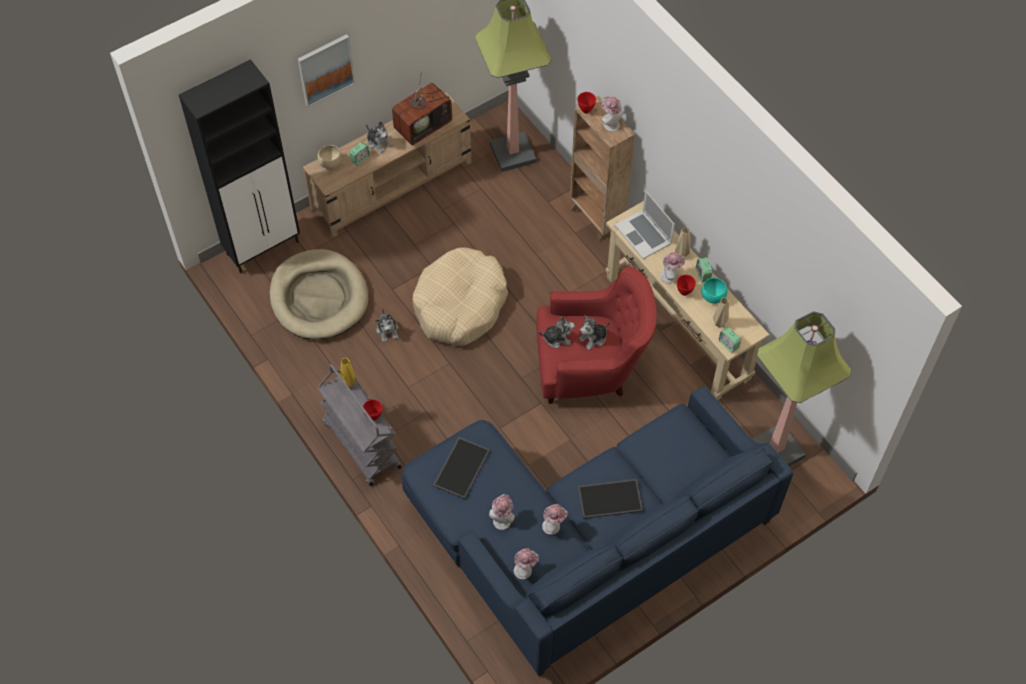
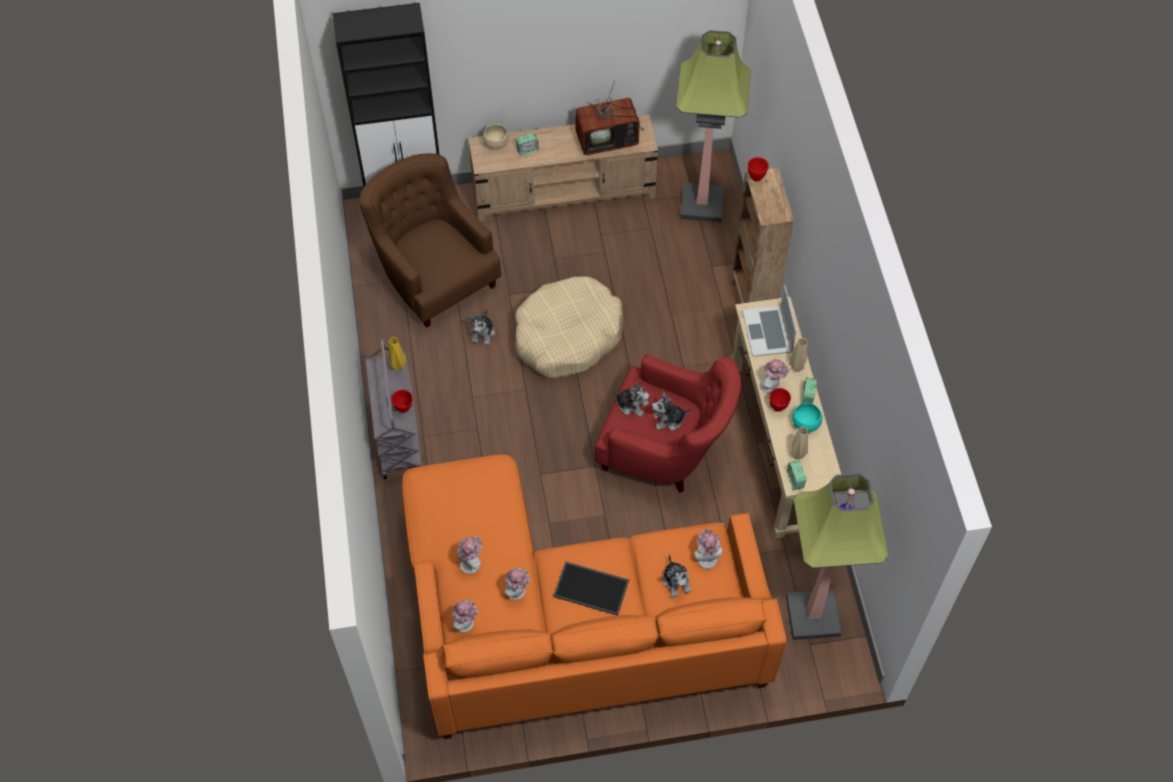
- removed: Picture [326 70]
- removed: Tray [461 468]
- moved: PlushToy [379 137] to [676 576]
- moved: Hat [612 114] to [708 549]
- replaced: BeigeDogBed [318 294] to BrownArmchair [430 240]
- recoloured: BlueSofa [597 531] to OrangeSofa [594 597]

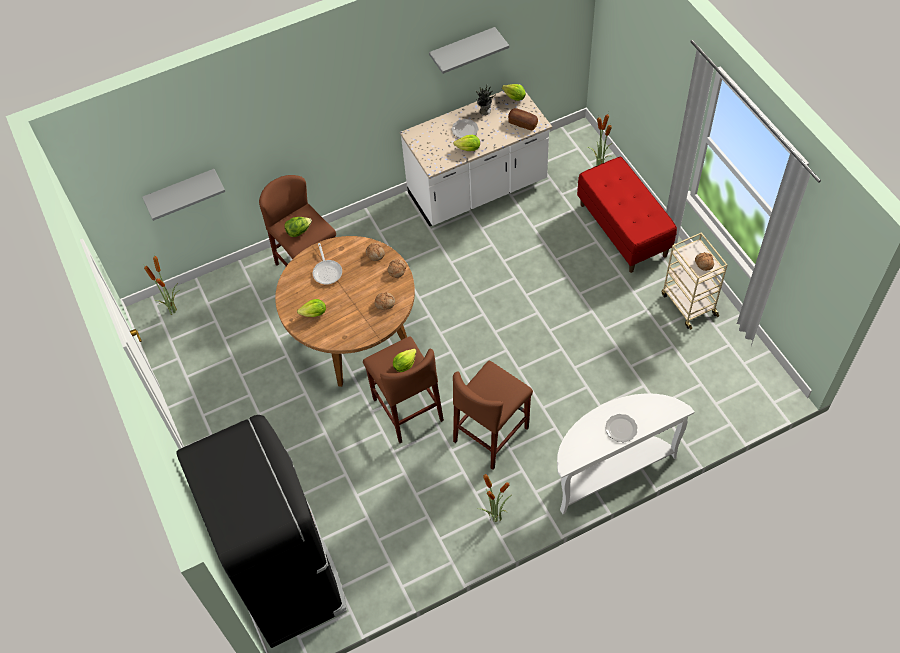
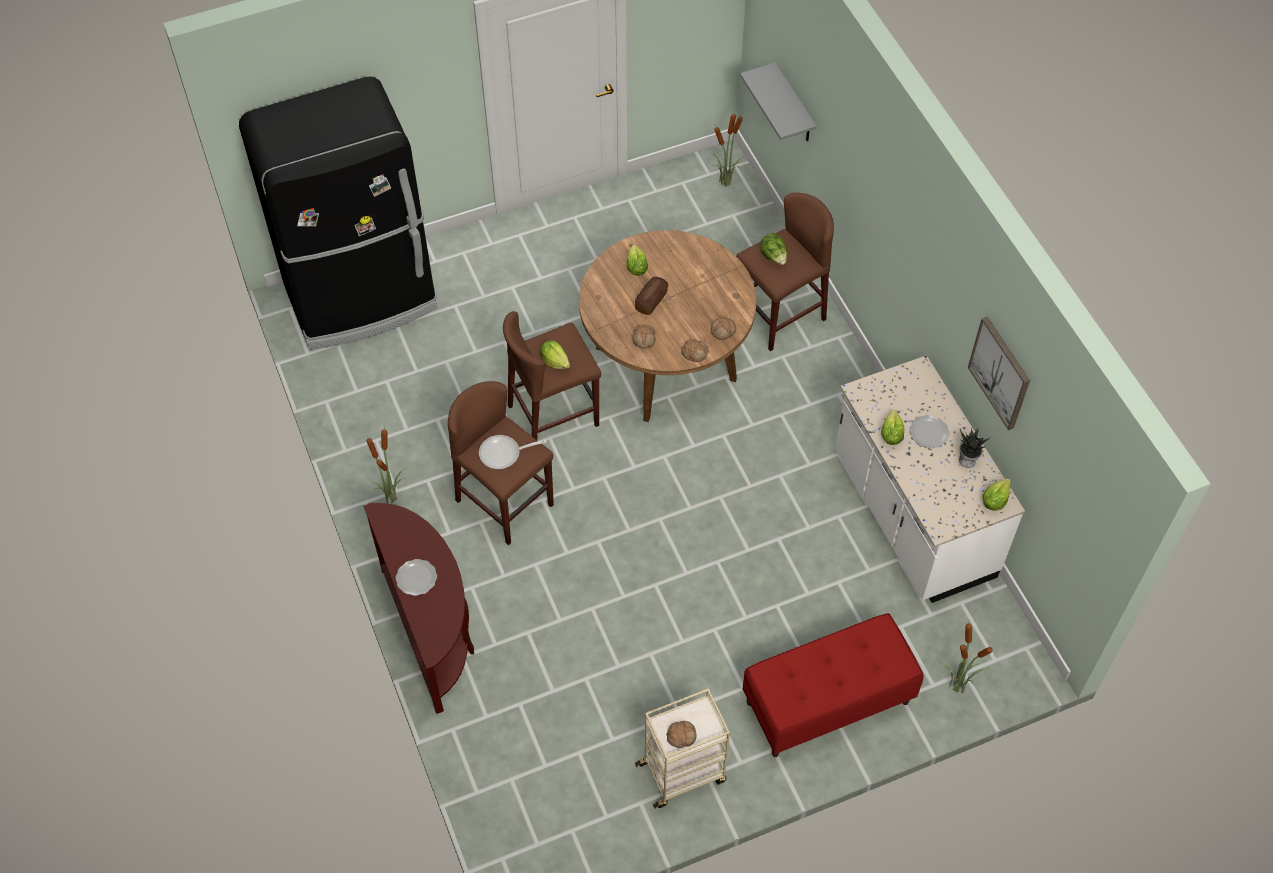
- moved: FryingPan [327 264] to [513 452]
- moved: Bread [523 119] to [651 296]
- replaced: GreyShelf [469 50] to Picture [999 373]
- recoloured: WhiteConsoleTable [626 453] to BrownConsoleTable [419 608]

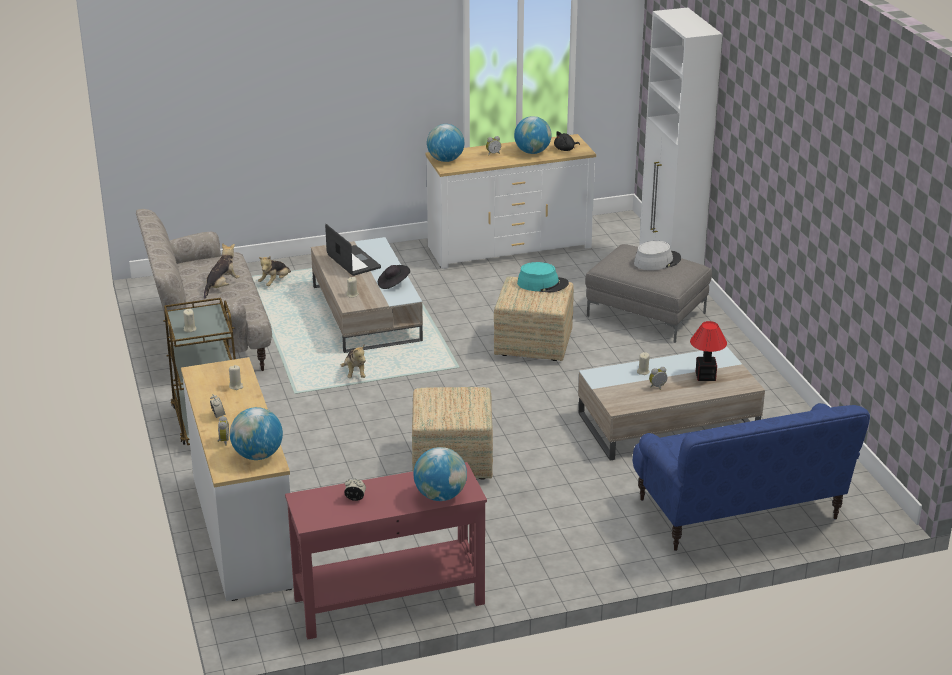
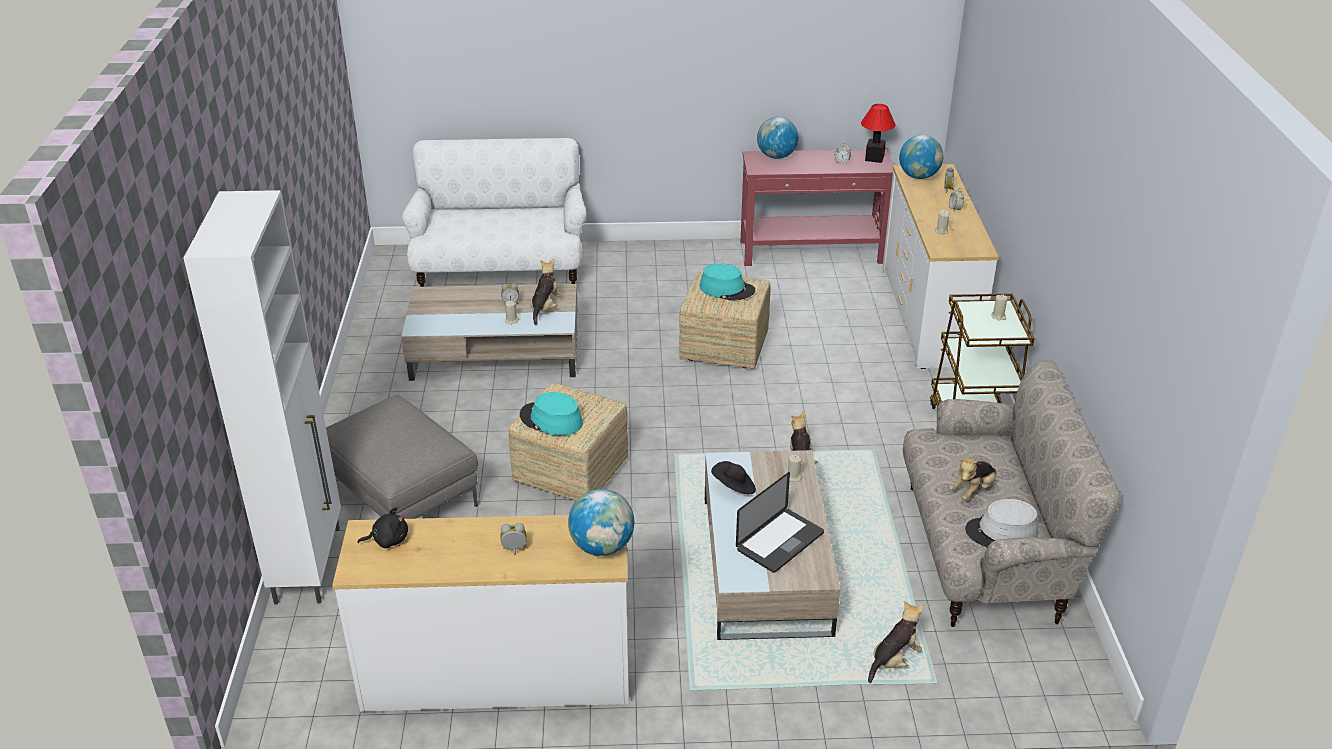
- removed: Globe [532 135]
- added: PlushToy [546 292]
- added: TurquoiseHat [727 282]
- moved: GreyHat [657 255] to [1001 523]
- moved: TableLamp [708 351] to [878 133]
- recoloured: BlueSofa [751 477] to WhiteSofa [494 212]
- turned: Laptop [353 250] = [780 522] 120 degrees counterclockwise

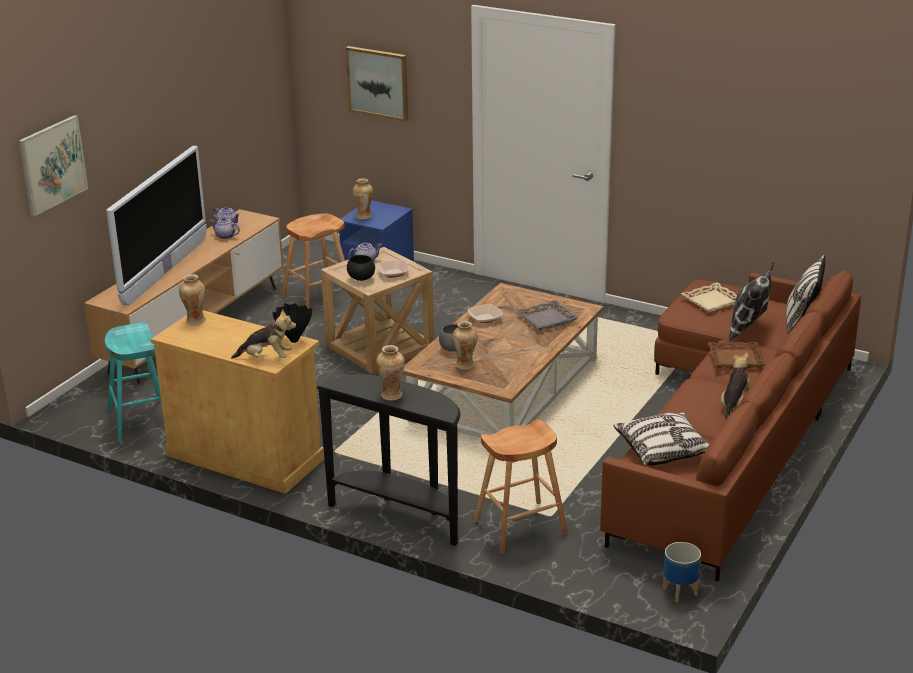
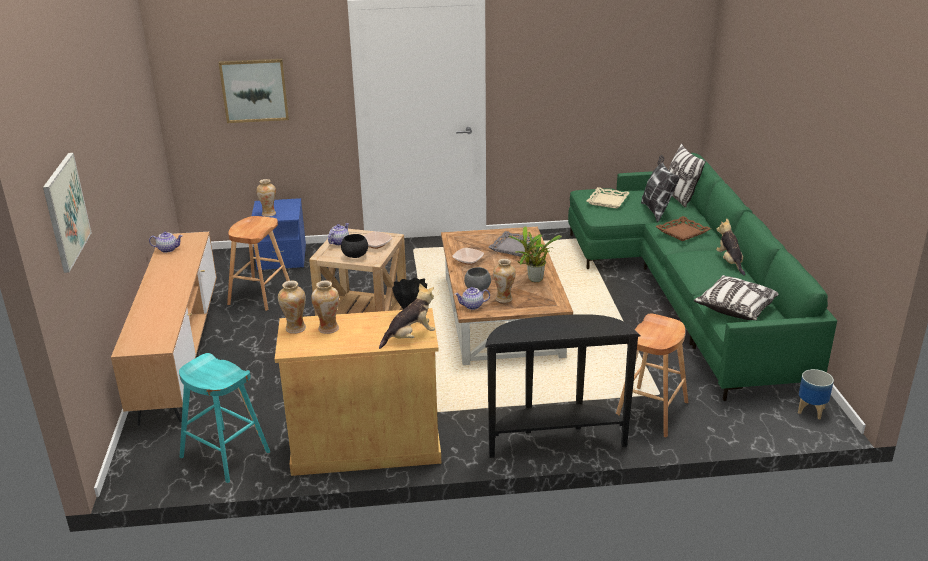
- removed: Television [156 225]
- added: PottedPlant [535 254]
- moved: Teapot [225 228] to [472 298]
- moved: Vase [390 372] to [325 307]
- recoloured: BrownSofa [730 425] to GreenSofa [702 277]

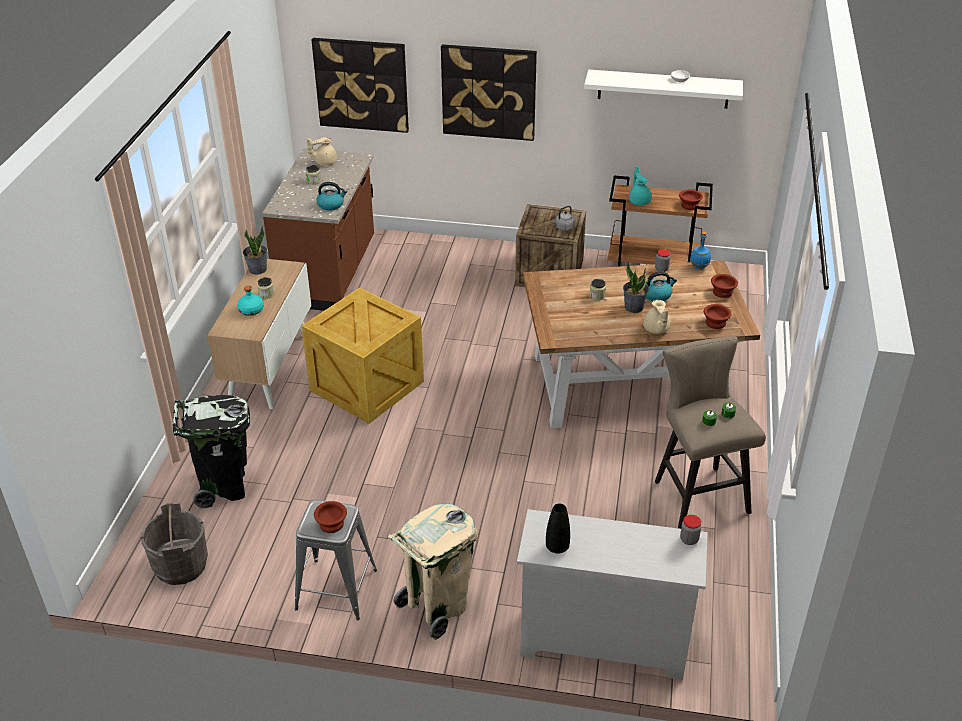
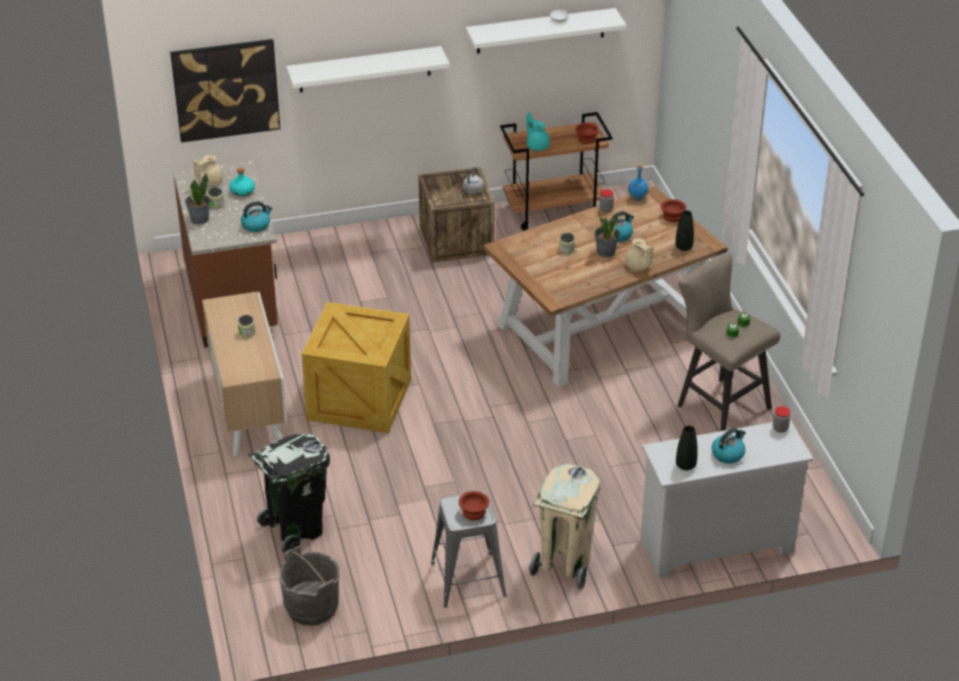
- added: Kettle [729 446]
- moved: TurquoiseBottle [250 301] to [242 182]
- moved: PottedPlant [255 250] to [197 198]
- replaced: Picture [489 92] to WhiteShelf [368 69]
- replaced: BrownBowl [718 316] to BlackVase [684 231]

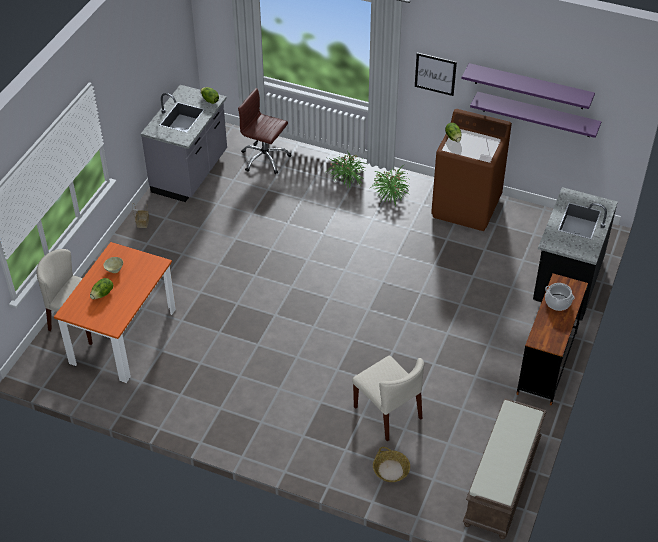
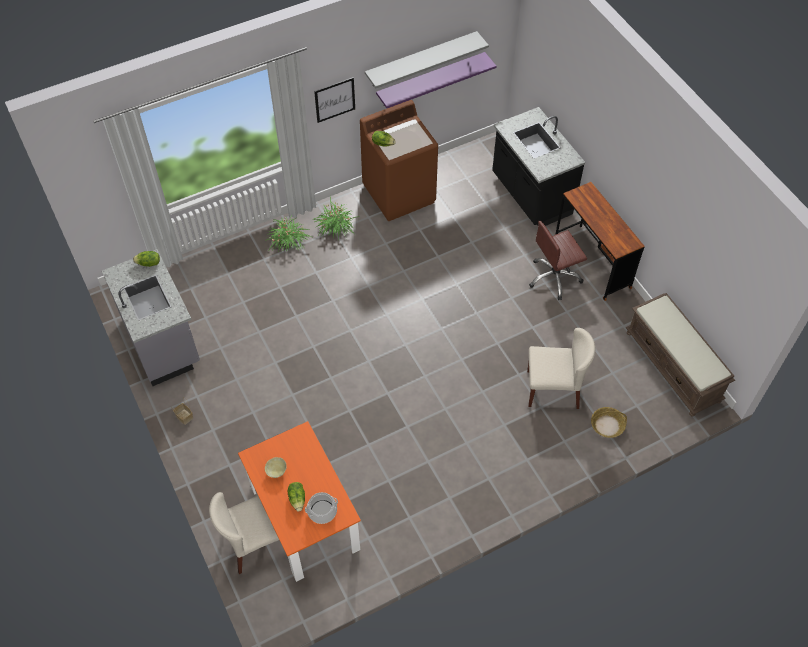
- moved: BrownOfficeChair [265 131] to [558 260]
- moved: CookingPot [560 297] to [321 508]
- recoloured: PurpleShelf [528 86] to GreyShelf [427 59]

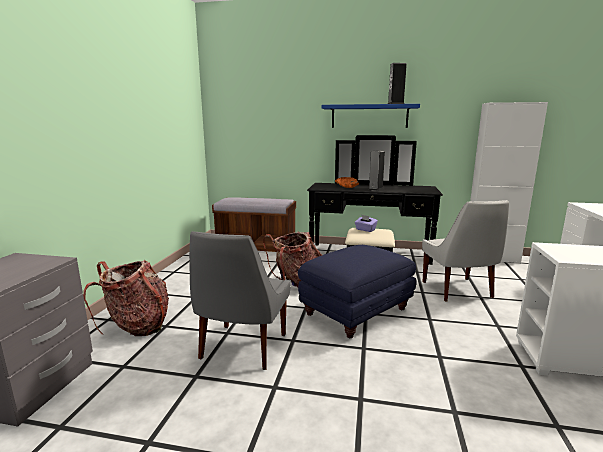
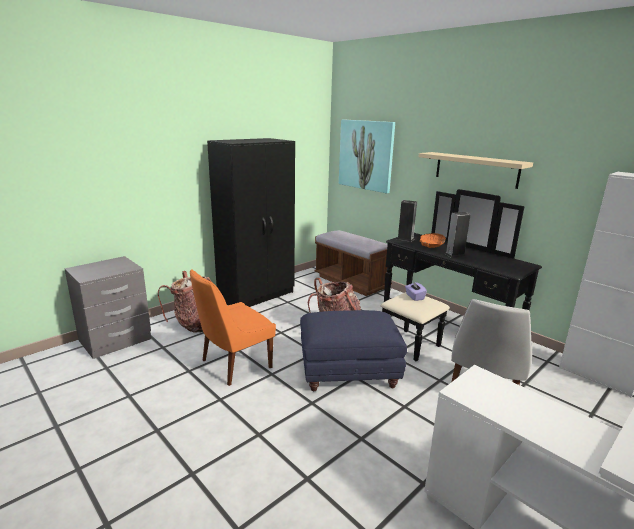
- added: BlackWardrobe [251 222]
- added: Picture [367 156]
- moved: Speaker [397 83] to [407 221]
- recoloured: GreyChair [240 300] to OrangeChair [233 327]
- recoloured: BlueShelf [371 116] to BeigeShelf [475 170]

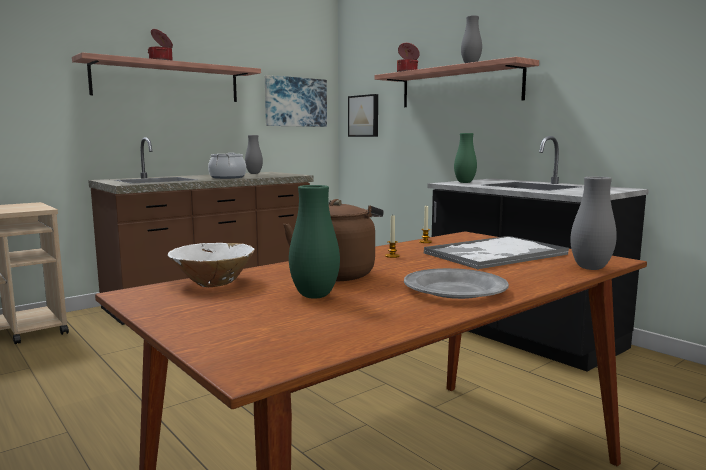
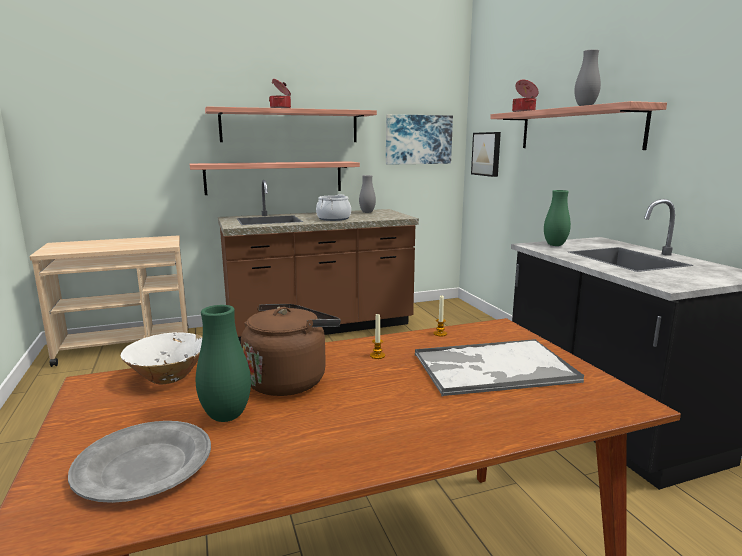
- removed: GreyVase [593 223]
- added: Shelf [275 178]
- moved: GreyPlate [456 283] to [139 462]

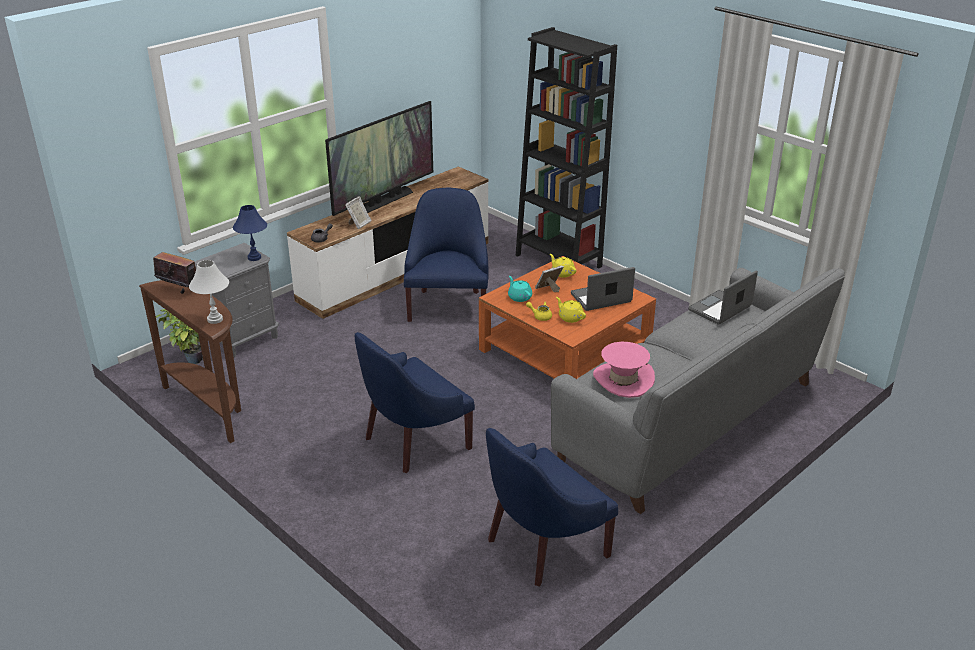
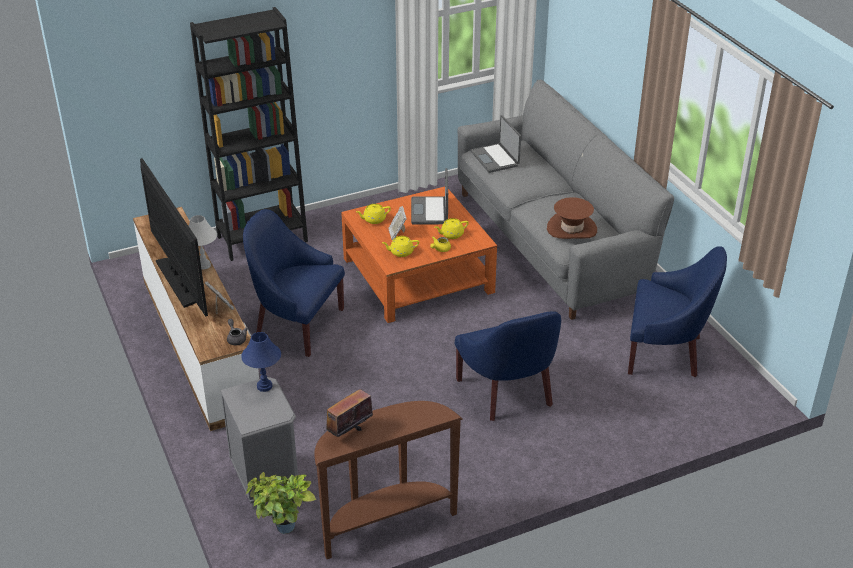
- moved: WhiteTableLamp [209 292] to [203 242]
- recoloured: TurquoiseTeapot [520 289] to YellowTeapot [400 246]
- recoloured: PinkHat [624 370] to BrownHat [572 218]
- turned: BlueArmchair [552 507] = [677 311] 60 degrees counterclockwise

